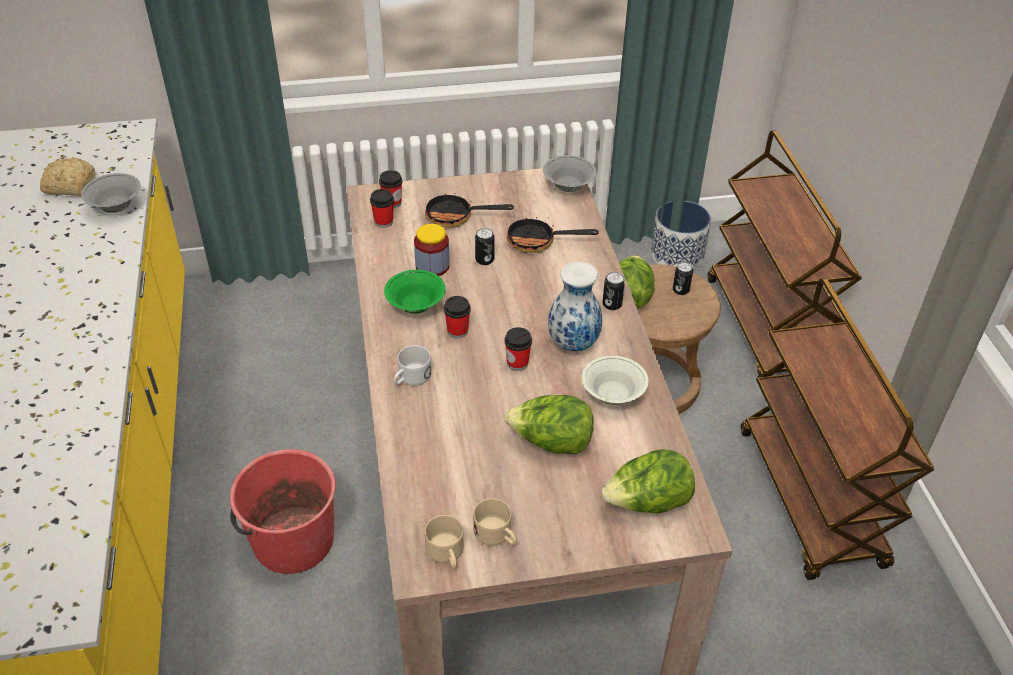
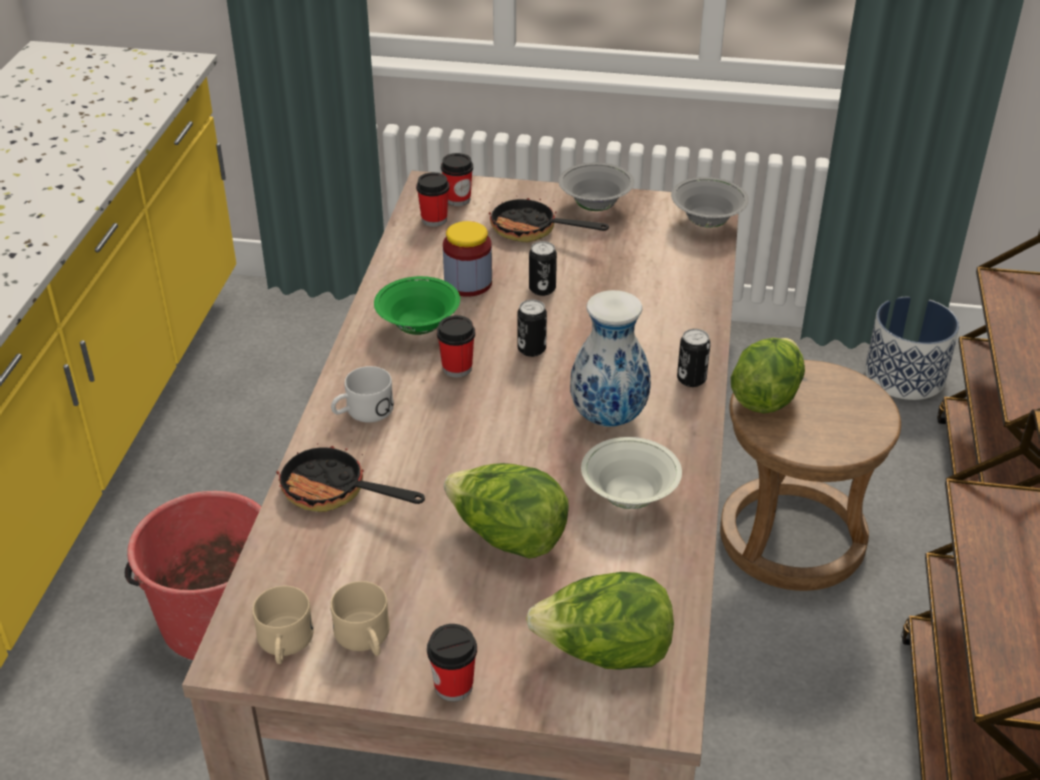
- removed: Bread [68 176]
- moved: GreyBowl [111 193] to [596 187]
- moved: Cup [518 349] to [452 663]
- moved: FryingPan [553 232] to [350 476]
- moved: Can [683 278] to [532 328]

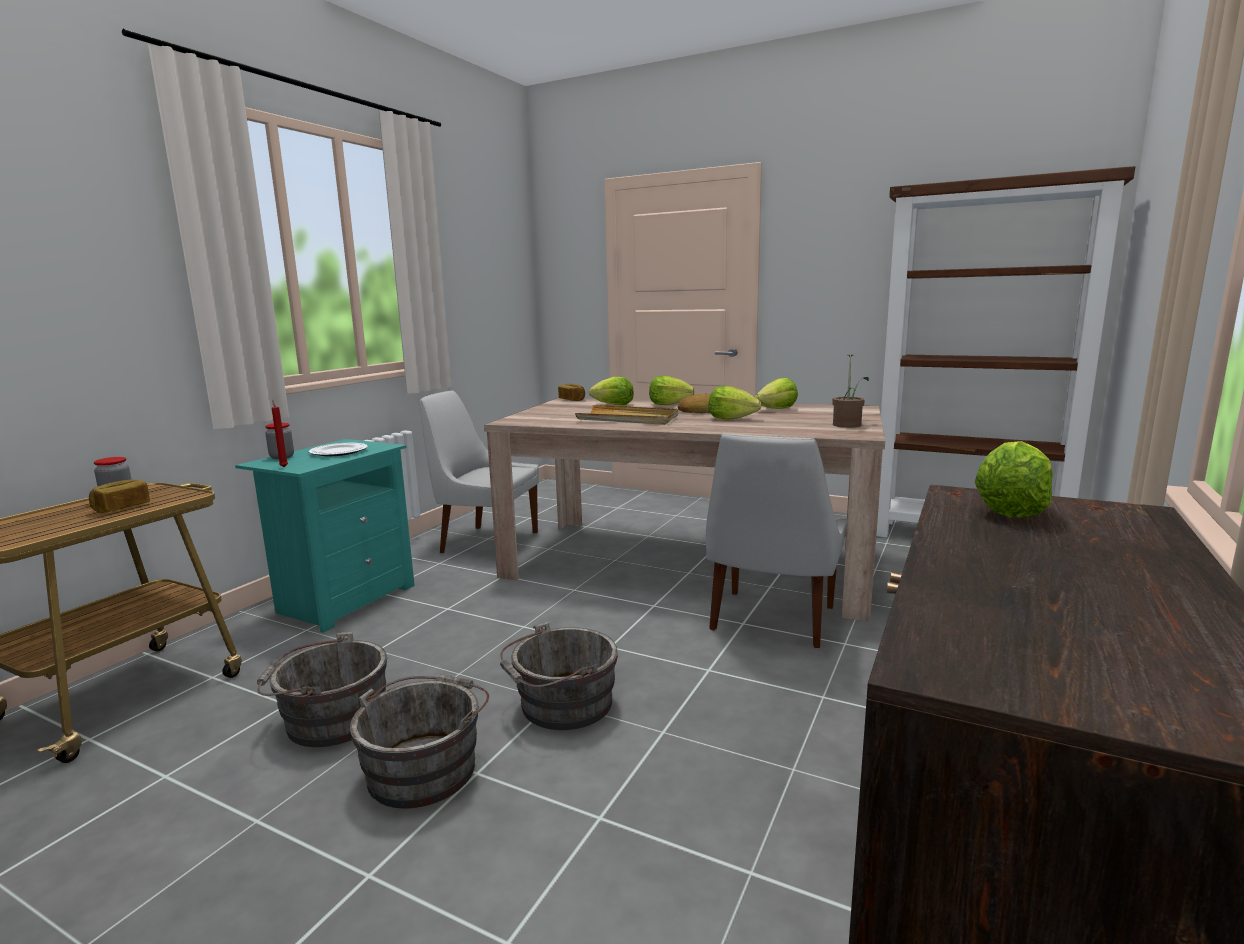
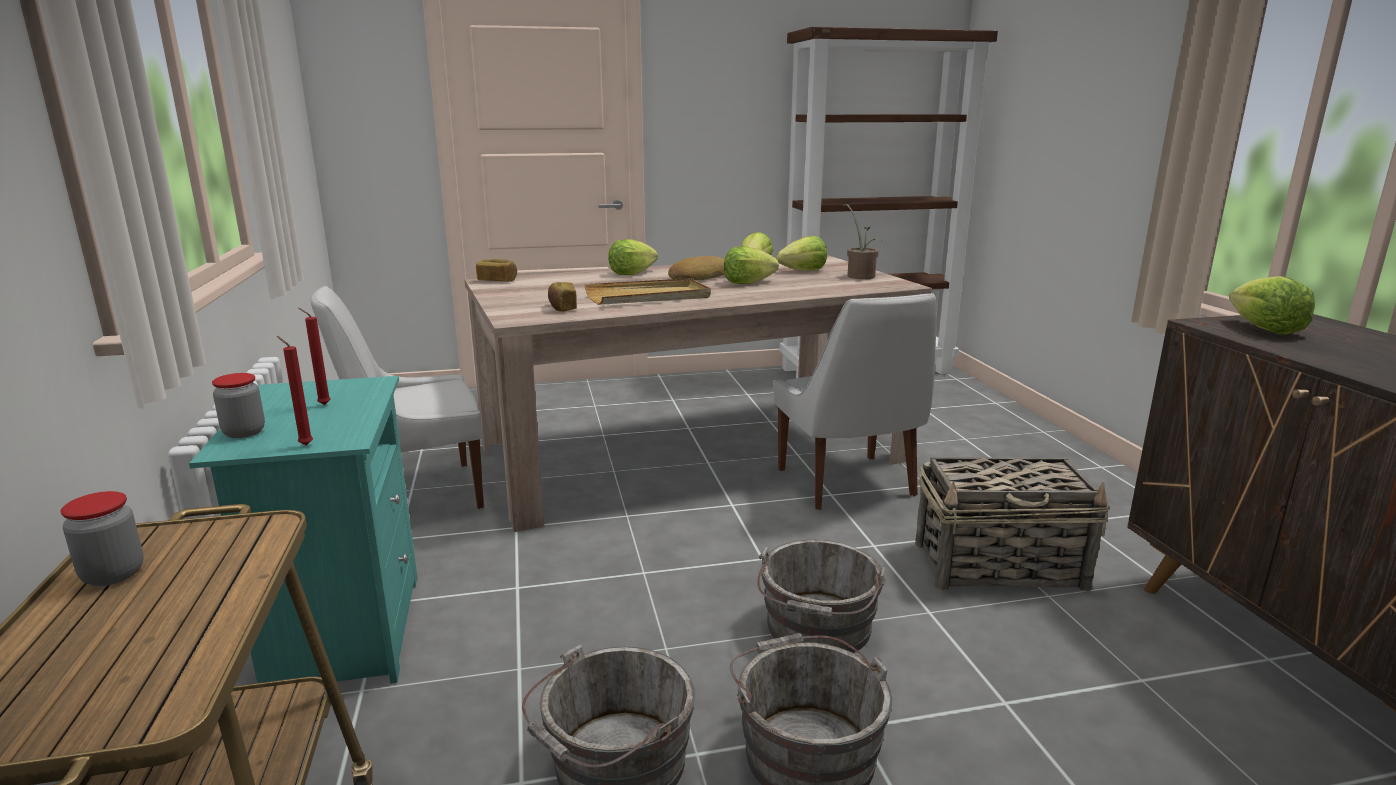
- added: Basket [1012 524]
- moved: Bread [119 496] to [562 297]
- moved: Lettuce [611 390] to [801 253]
- replaced: Plate [338 449] to RedCandle [314 356]

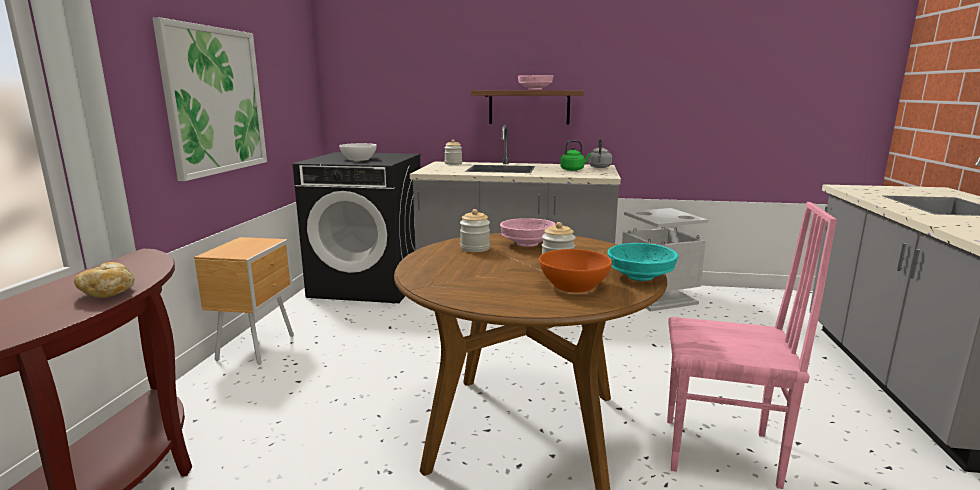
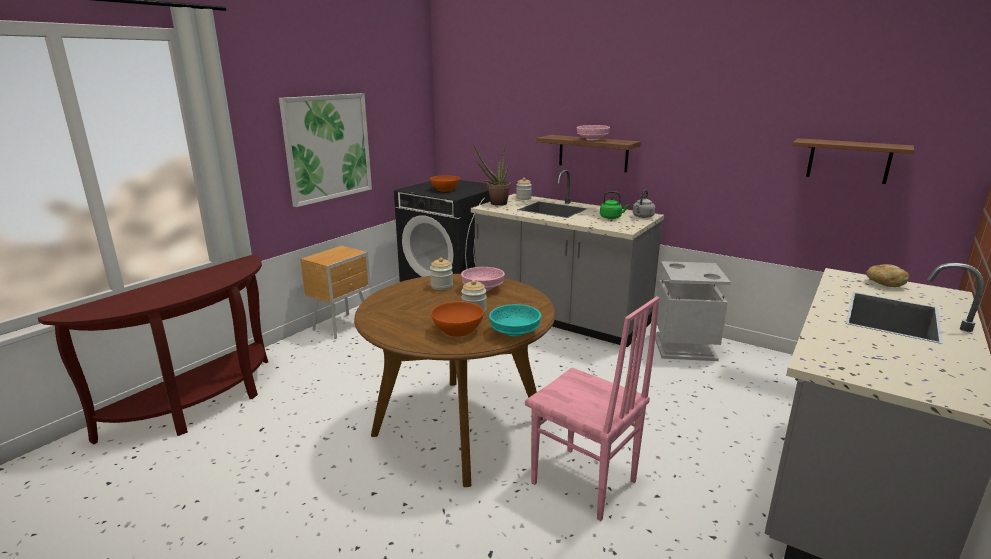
- added: PottedPlant [492 174]
- added: BrownShelf [853 161]
- moved: Bread [104 280] to [887 275]
- recoloured: WhiteBowl [358 152] to OrangeBowl [445 183]

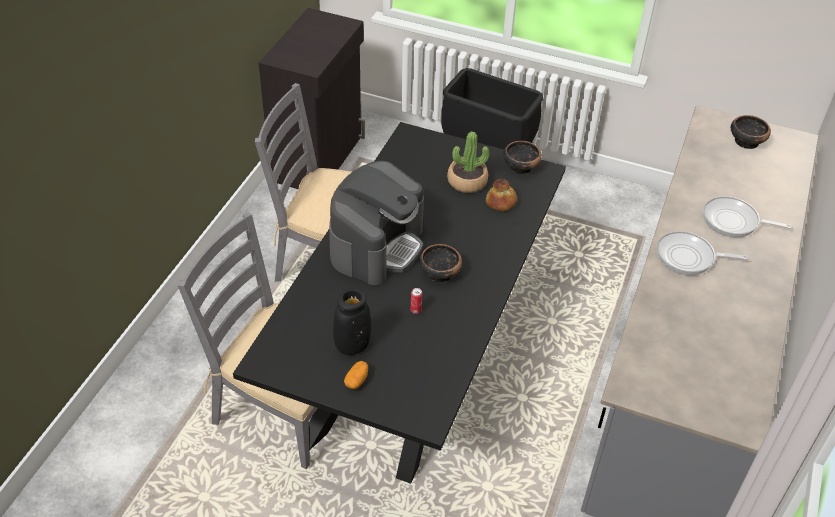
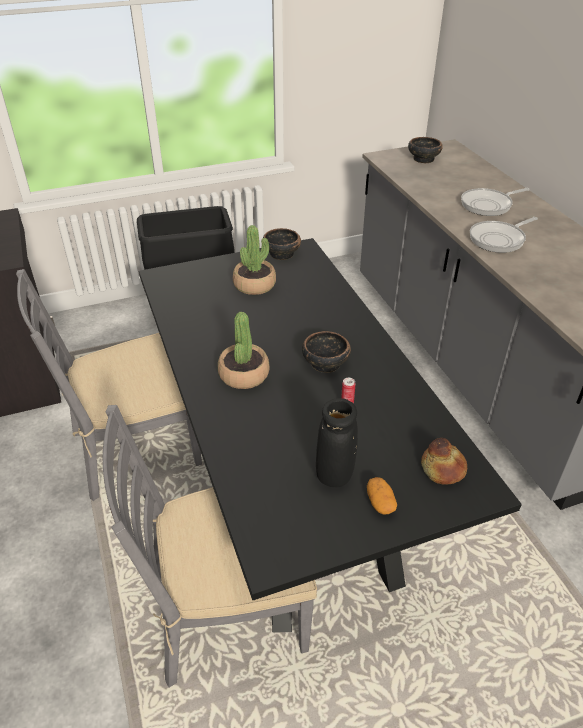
- moved: Bread [501 195] to [444 461]
- replaced: CoffeeMachine [376 223] to PottedPlant [244 350]

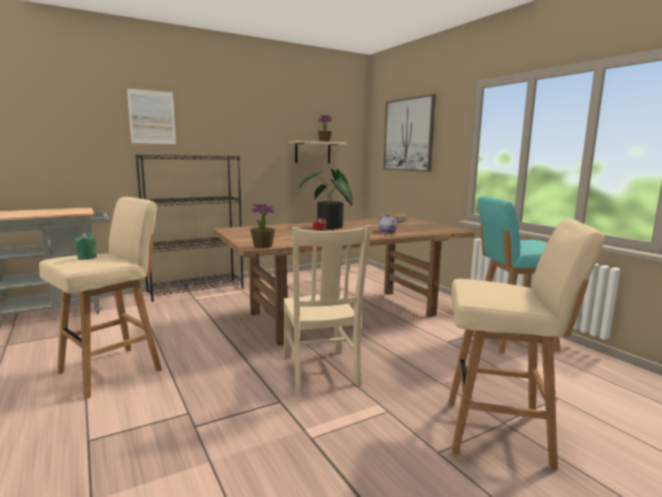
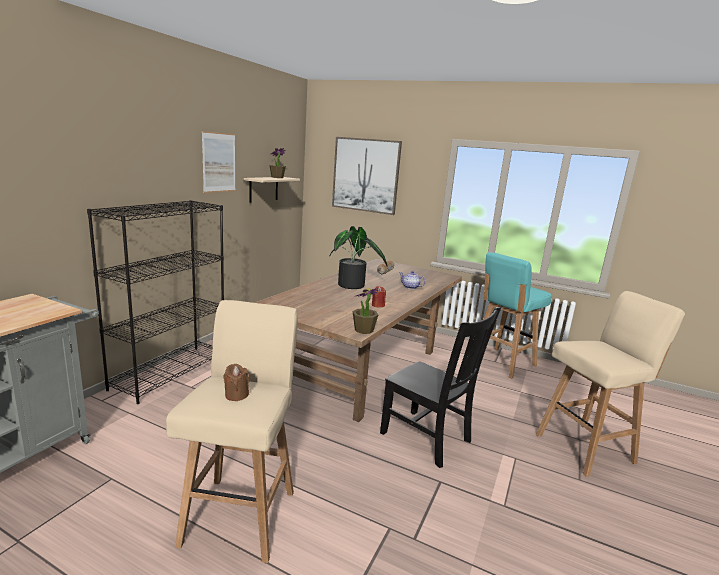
- moved: Picture [151 116] to [219 162]
- recoloured: GreenCandle [86 246] to BrownCandle [236 382]
- recoloured: BeigeChair [327 309] to BlackChair [440 387]

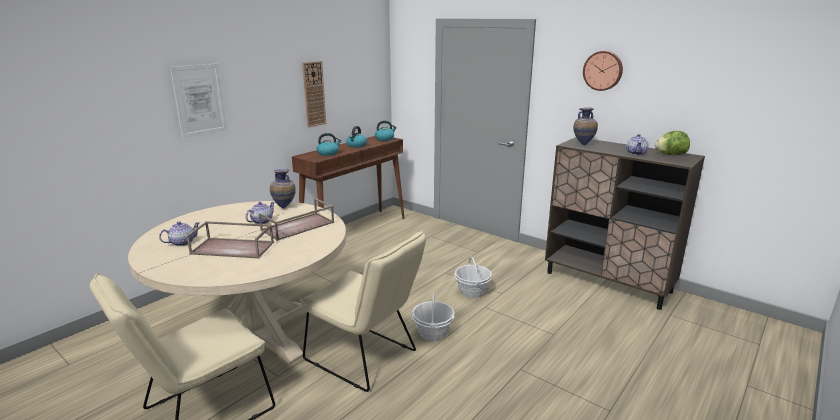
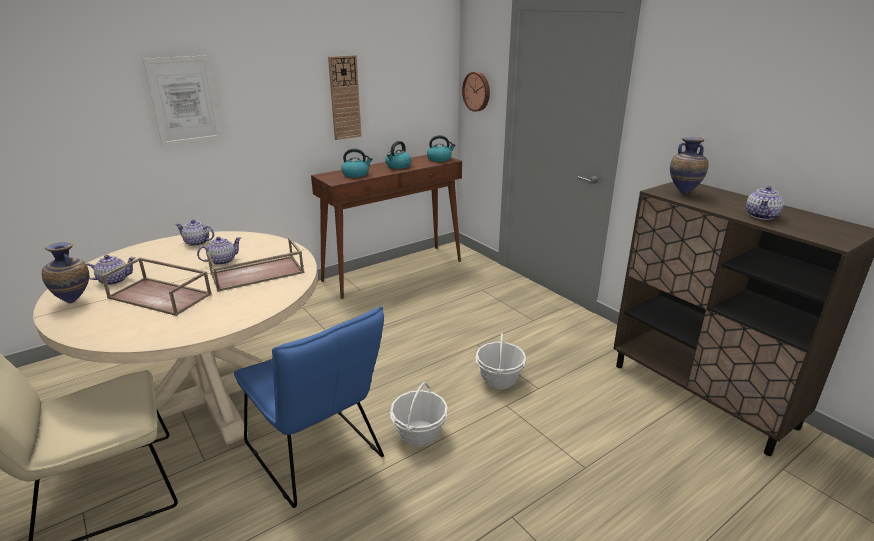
- removed: Lettuce [672 143]
- added: Teapot [194 233]
- moved: Vase [282 189] to [65 273]
- moved: WallClock [603 71] to [476 92]
- recoloured: BeigeChair [363 311] to BlueChair [309 407]

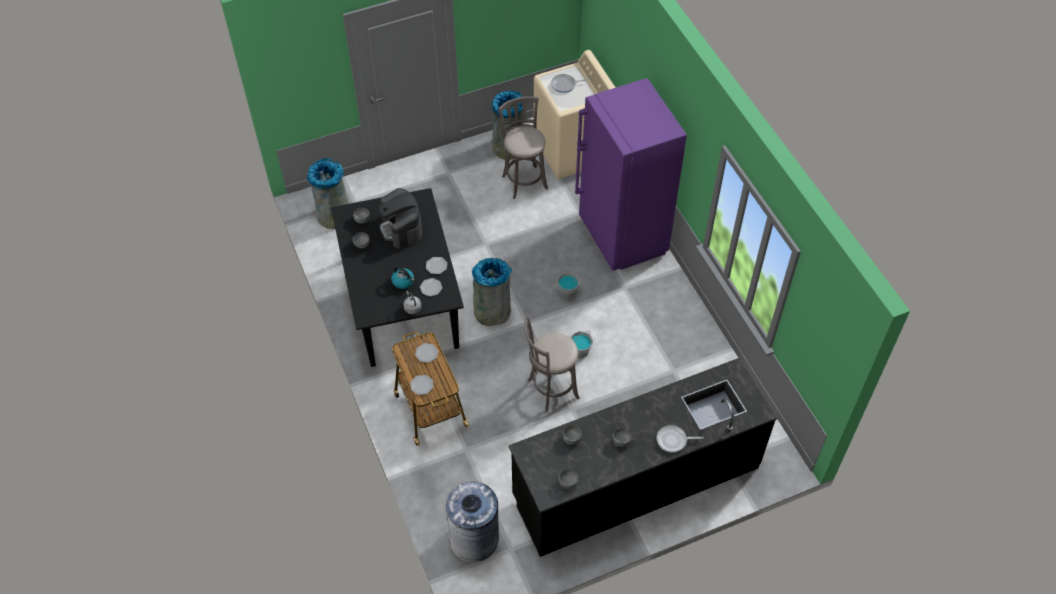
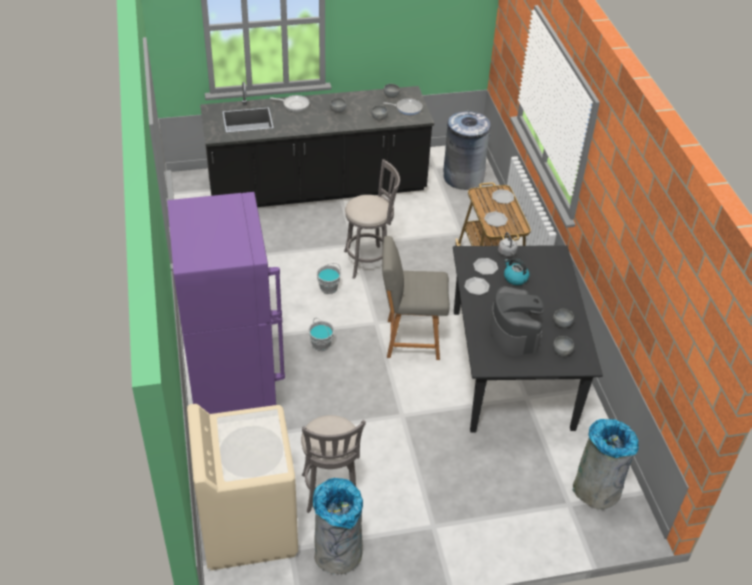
- moved: FryingPan [569 83] to [403 106]
- replaced: GreyTrashCan [492 292] to GreyChair [416 298]

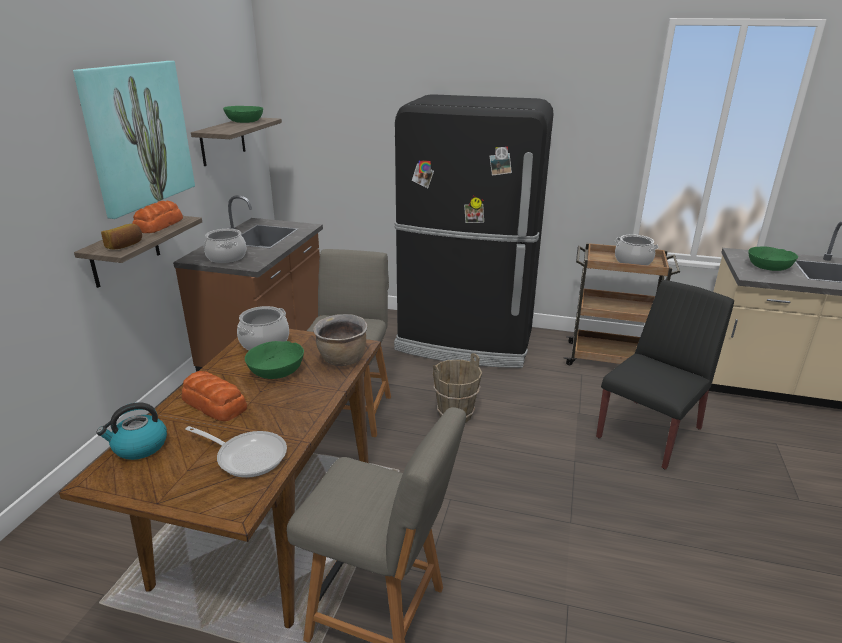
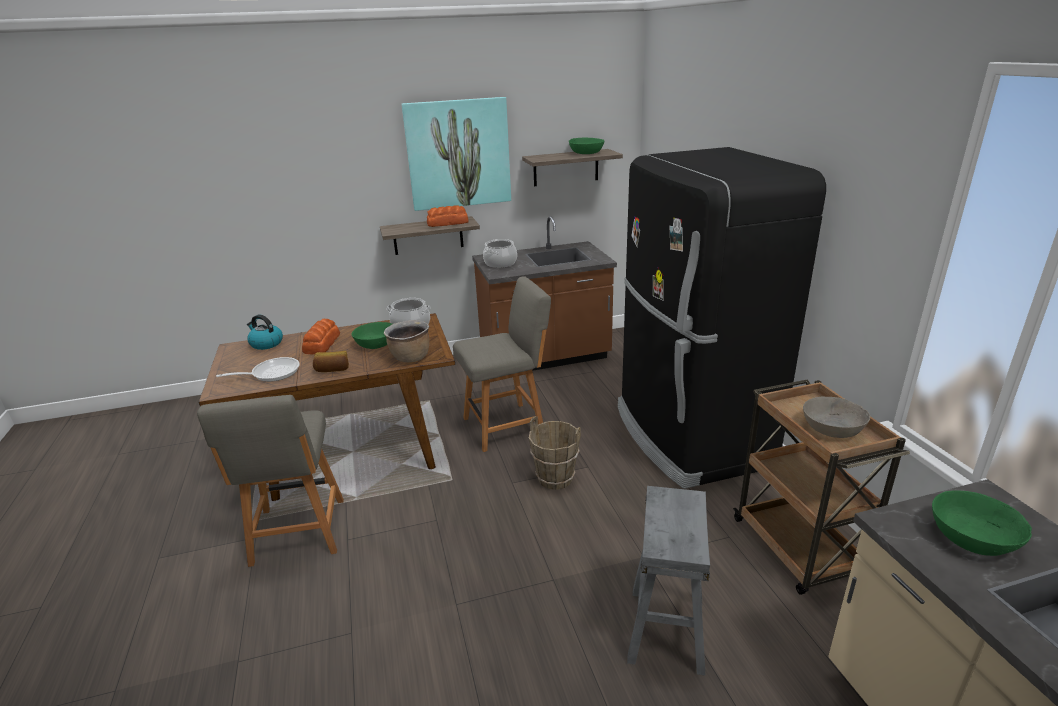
- moved: Bread [121 236] to [331 361]
- replaced: BlackChair [665 374] to GreyStool [668 580]
- replaced: CookingPot [637 249] to GreyBowl [836 417]
- turned: FryingPan [236 452] = [258 369] 105 degrees counterclockwise

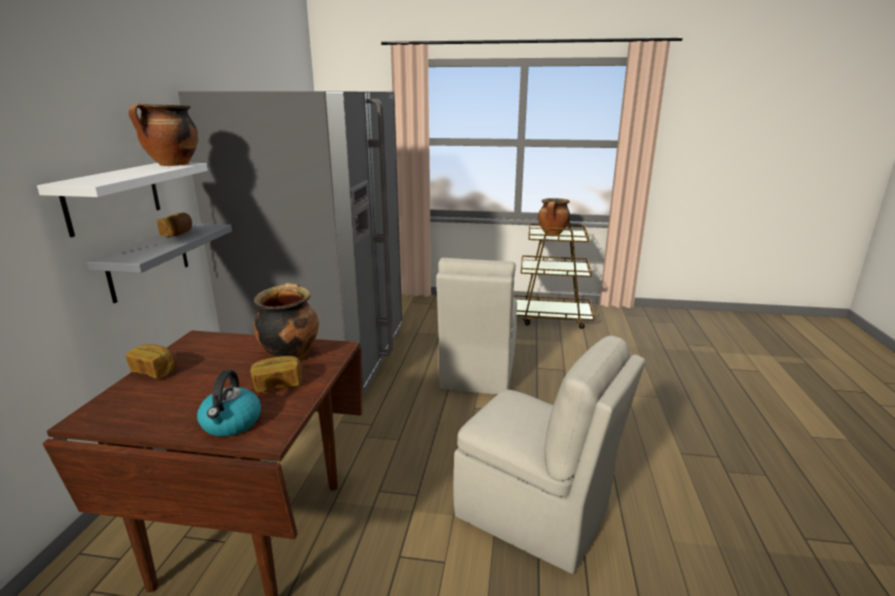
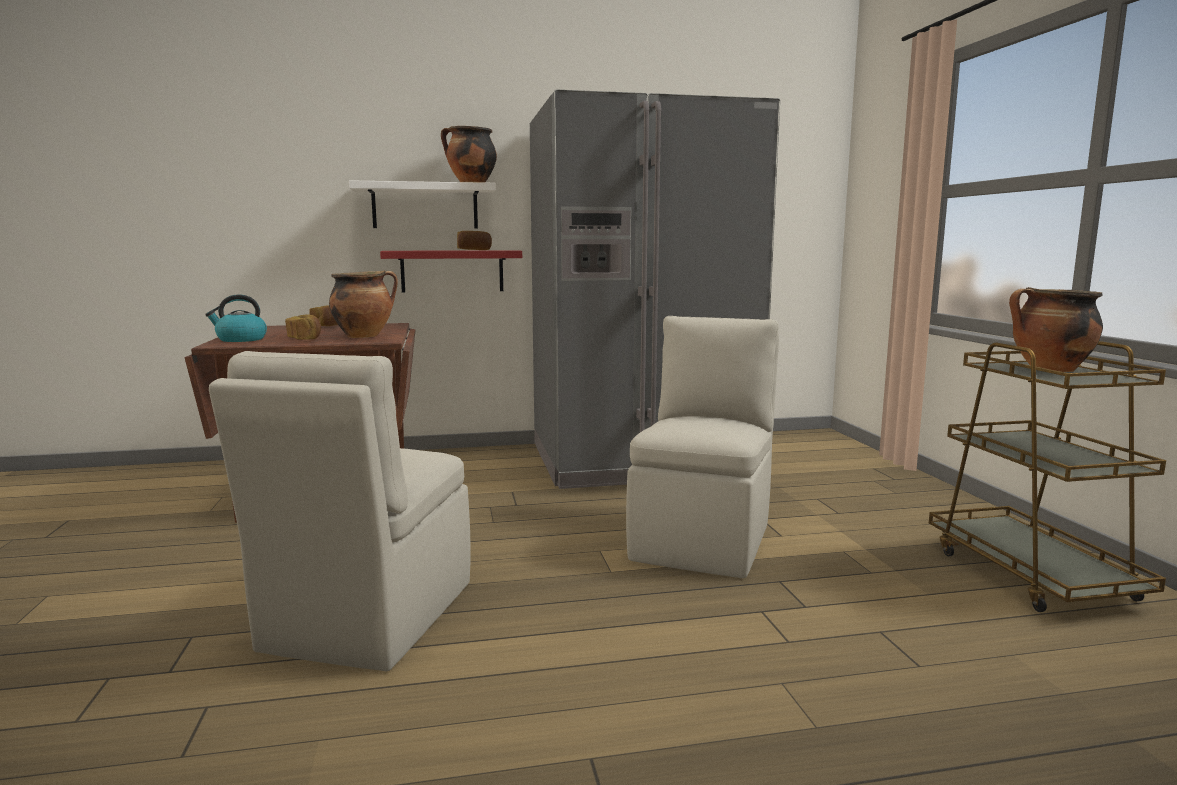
- recoloured: GreyShelf [159 263] to RedShelf [451 271]
- turned: BeigeChair [476 326] = [702 447] 120 degrees clockwise

